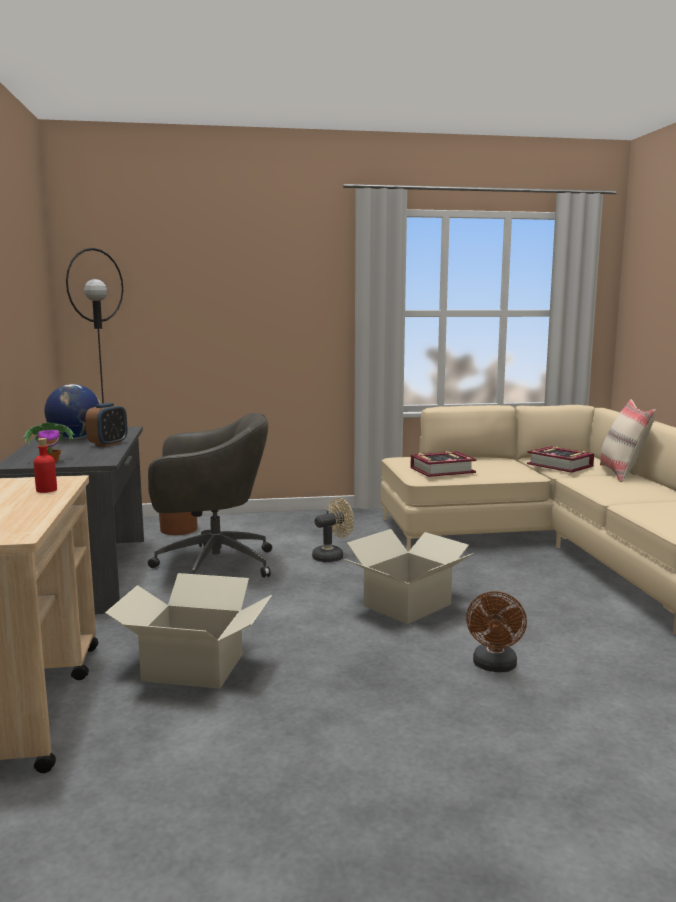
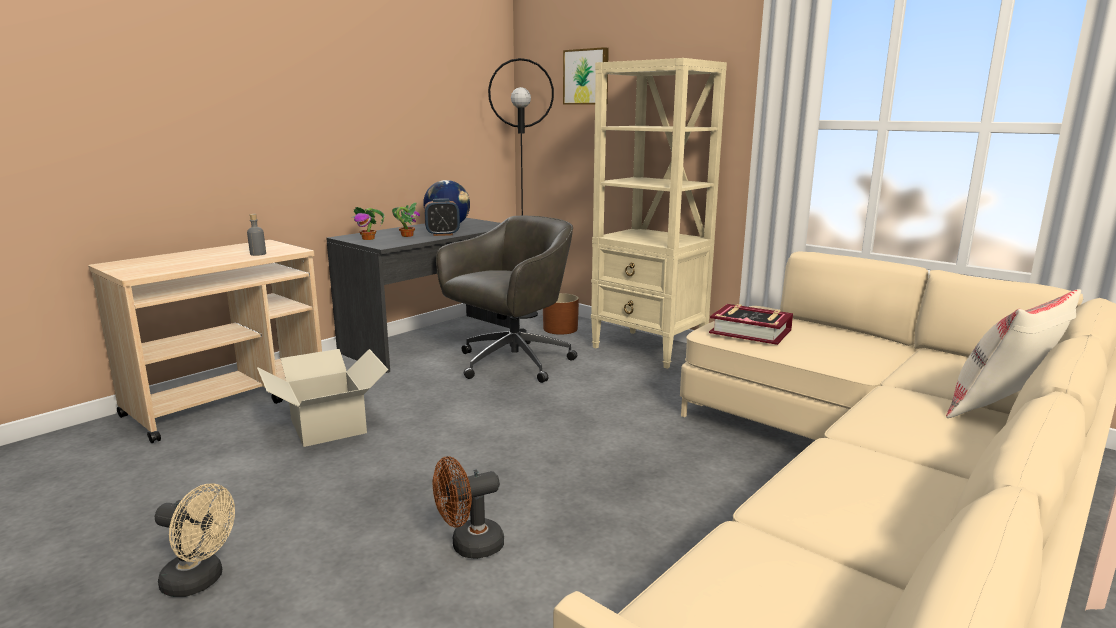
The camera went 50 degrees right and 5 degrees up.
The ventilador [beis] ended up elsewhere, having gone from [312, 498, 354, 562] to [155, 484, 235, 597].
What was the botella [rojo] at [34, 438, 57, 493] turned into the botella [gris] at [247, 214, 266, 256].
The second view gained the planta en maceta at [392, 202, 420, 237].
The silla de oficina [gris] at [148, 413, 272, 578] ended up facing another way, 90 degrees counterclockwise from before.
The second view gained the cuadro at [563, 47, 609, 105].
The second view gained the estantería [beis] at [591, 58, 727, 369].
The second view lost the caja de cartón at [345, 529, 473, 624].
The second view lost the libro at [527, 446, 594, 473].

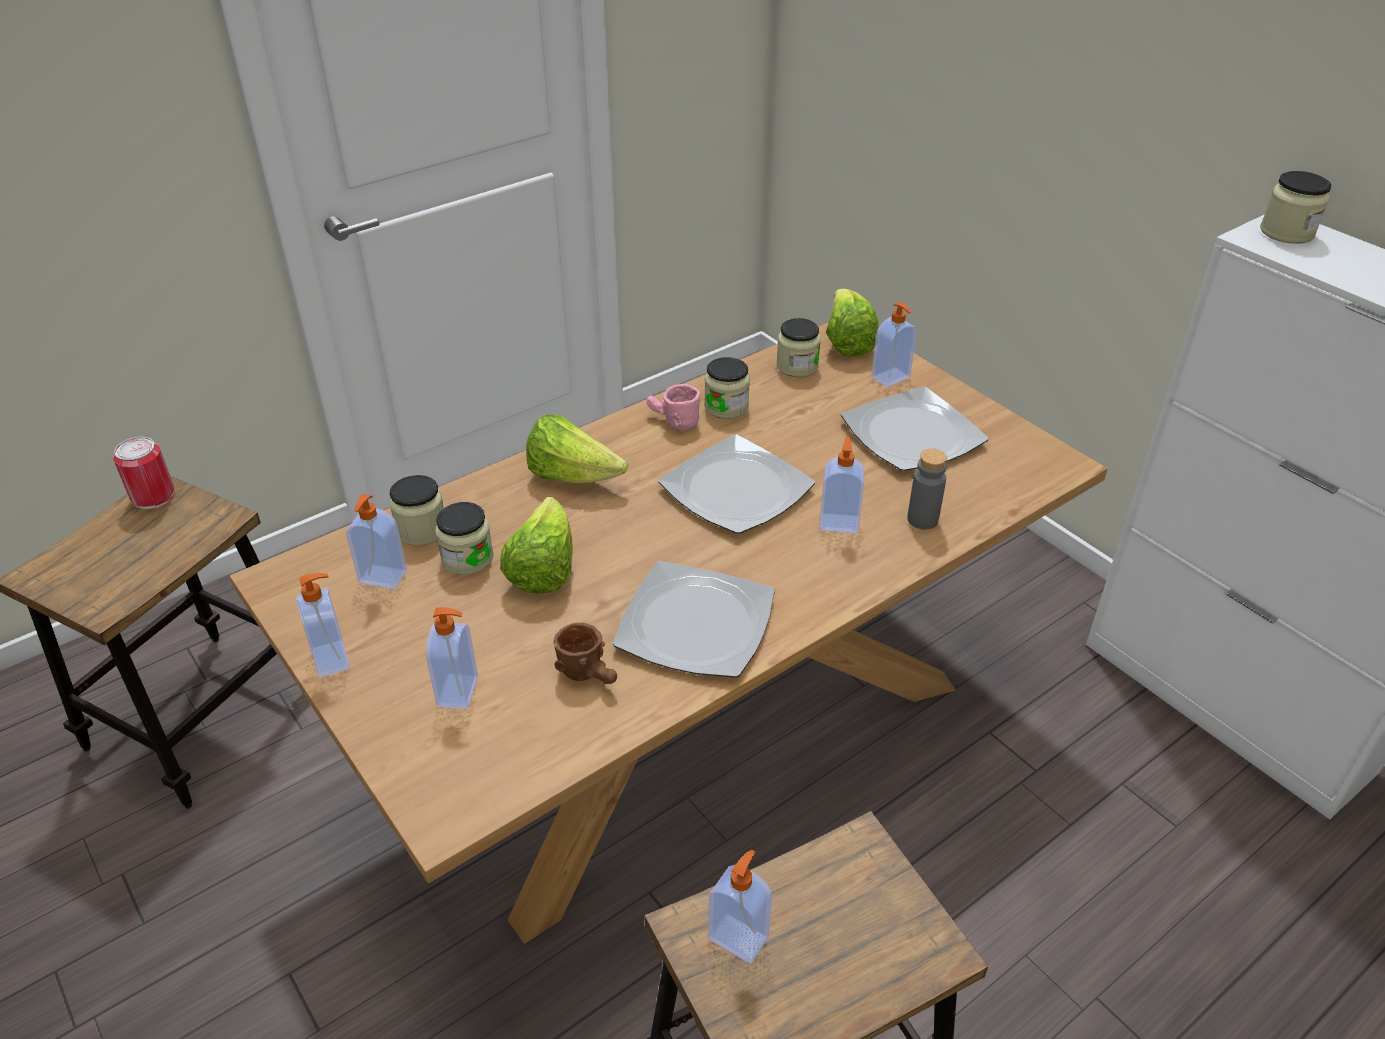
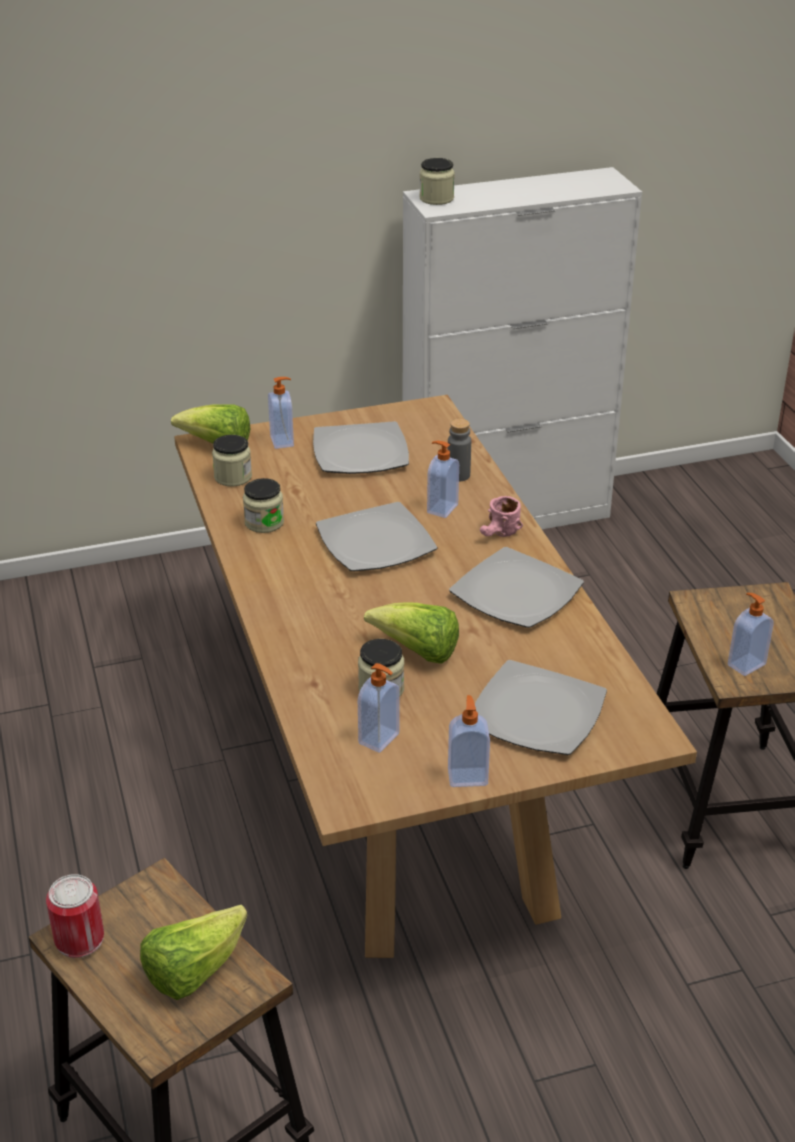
The camera went 70 degrees left and 5 degrees down.
The lechuga ended up elsewhere, having gone from [526, 415, 628, 483] to [140, 905, 247, 1000].
Where the dispensador de jabón stood at [426, 607, 478, 709], the plato came to stand at [475, 660, 607, 755].
The taza grande [rosa] ended up elsewhere, having gone from [647, 384, 700, 431] to [480, 496, 523, 537].
The second view lost the tarro at [390, 475, 444, 546].
The second view lost the taza grande [marrón] at [554, 623, 617, 684].

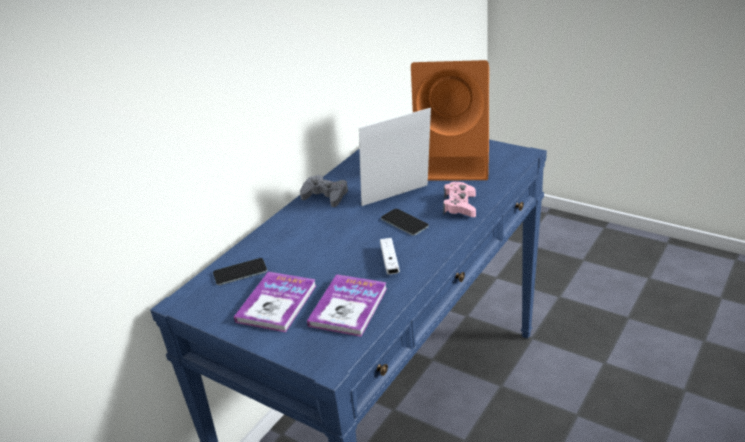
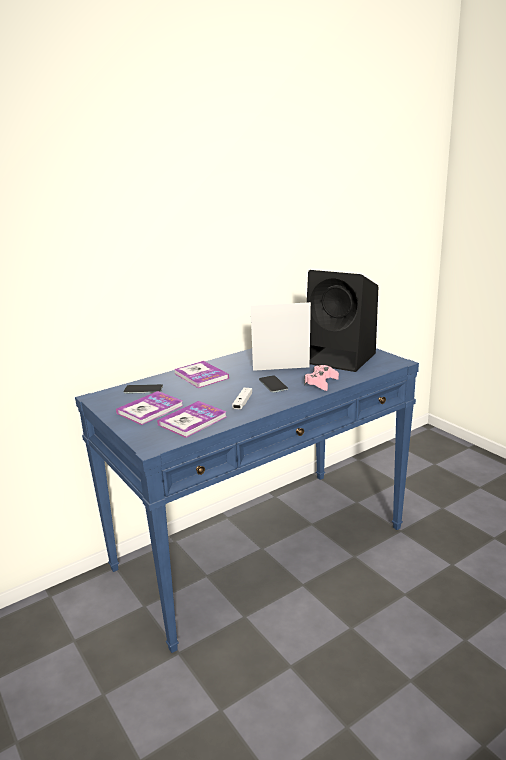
The camera went 20 degrees right and 10 degrees down.
The second view gained the libro at [174, 361, 229, 388].
What was the altavoz [naranja] at [411, 60, 489, 180] turned into the altavoz [negro] at [307, 270, 378, 372].
The second view lost the mando de consola [gris] at [300, 175, 348, 207].

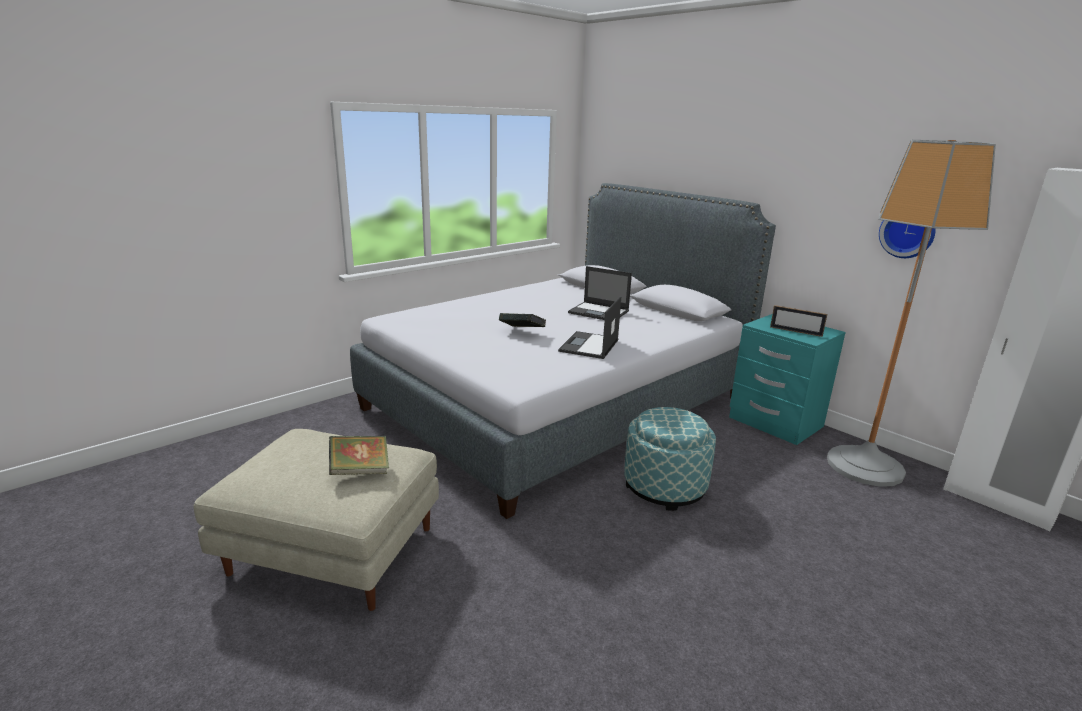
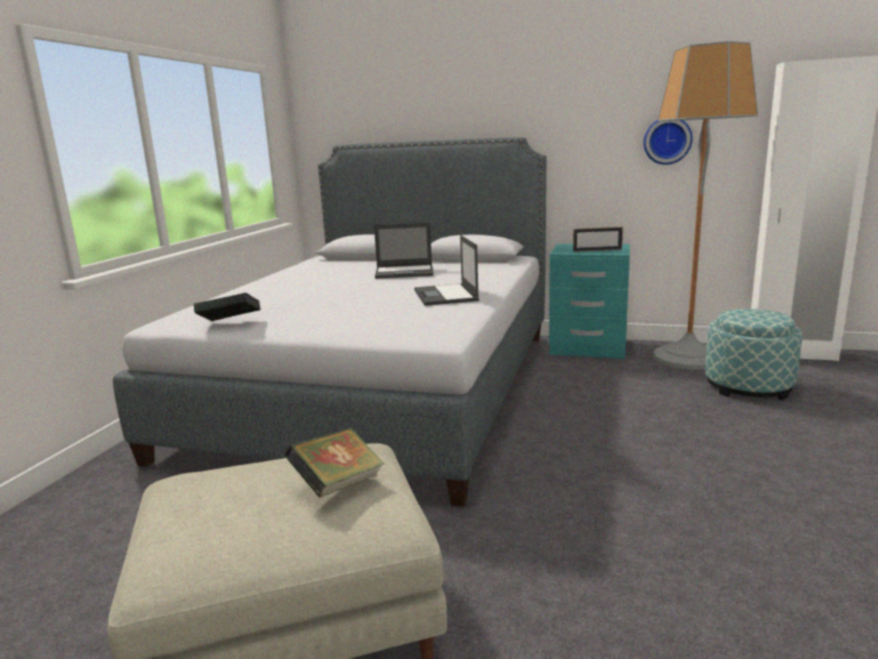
The camera went 30 degrees left and 5 degrees down.
The libro ended up elsewhere, having gone from [499, 313, 546, 327] to [194, 293, 261, 321].
The puf ended up elsewhere, having gone from [624, 407, 716, 511] to [705, 309, 803, 400].

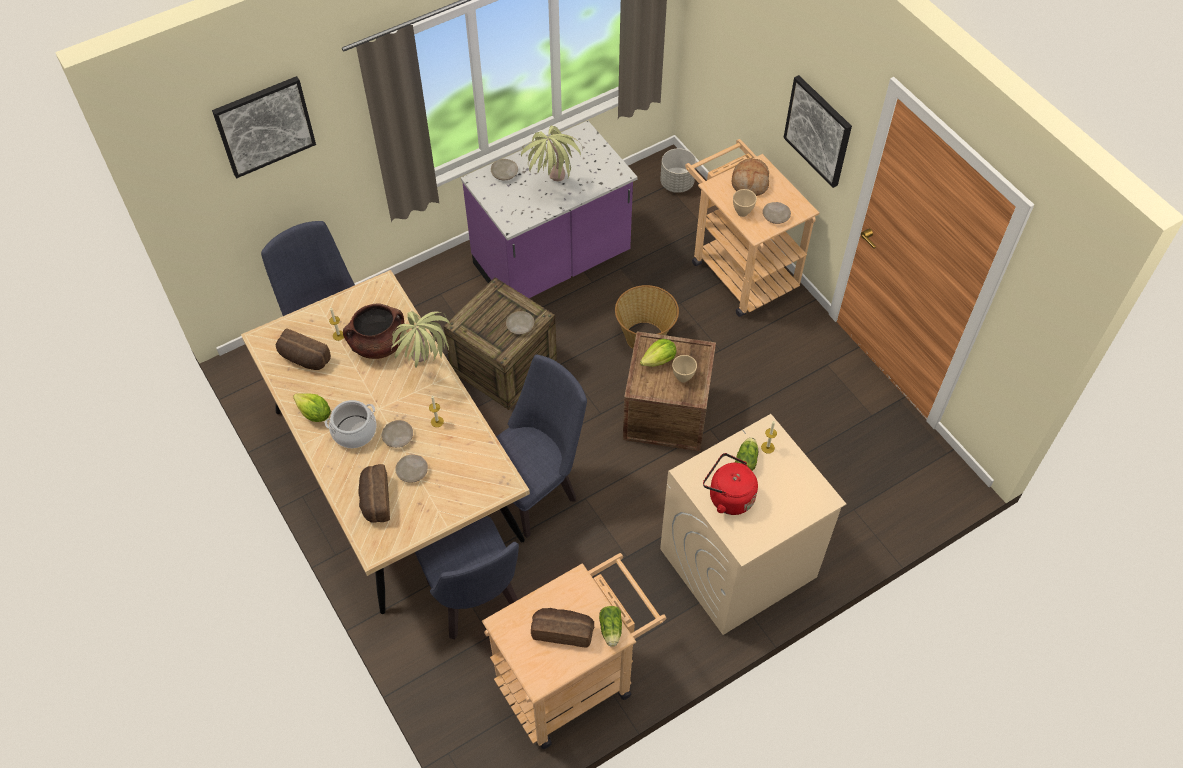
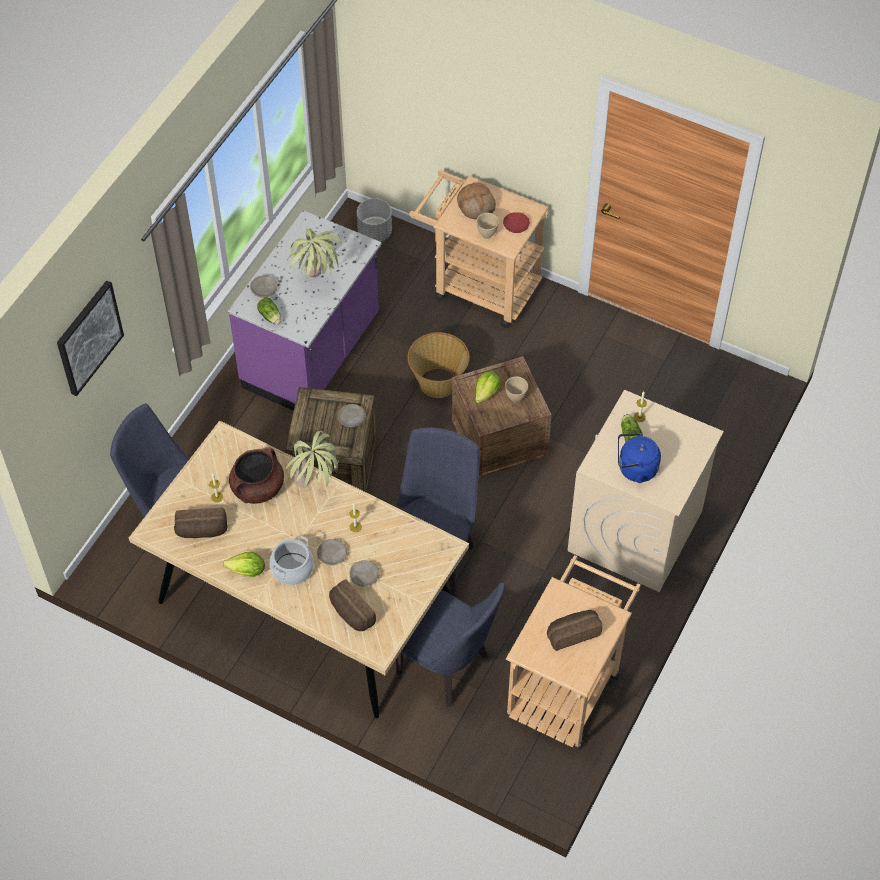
The camera went 30 degrees left and 0 degrees up.
The lechuga ended up elsewhere, having gone from [599, 606, 622, 647] to [257, 297, 281, 325].
What was the plato [beis] at [763, 202, 791, 224] turned into the plato [rojo] at [503, 212, 530, 233].
What was the hervidor [rojo] at [703, 453, 758, 515] turned into the hervidor [azul] at [618, 433, 661, 483].
The second view lost the cuadro at [783, 75, 852, 188].

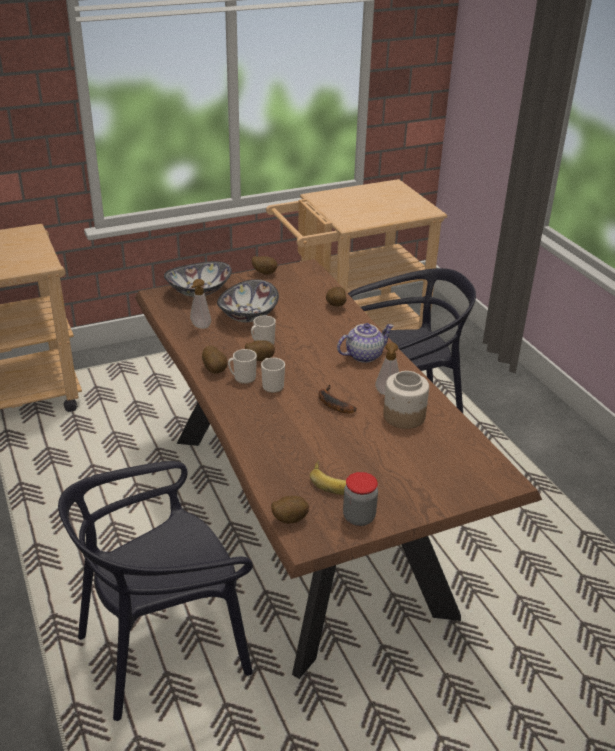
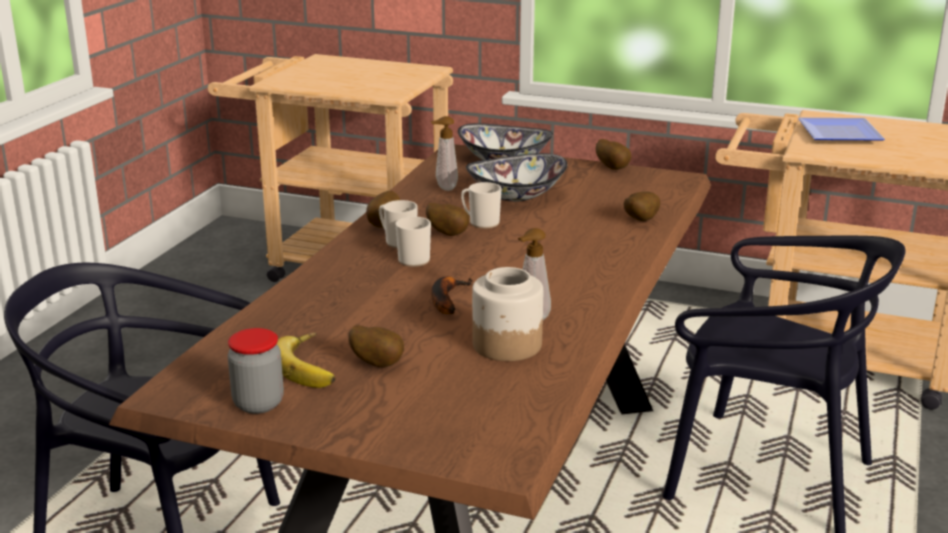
The camera went 45 degrees right and 10 degrees down.
The patata ended up elsewhere, having gone from [271, 496, 309, 523] to [348, 325, 404, 367].
The second view gained the plato at [798, 118, 885, 140].
The second view lost the tetera at [337, 323, 394, 363].

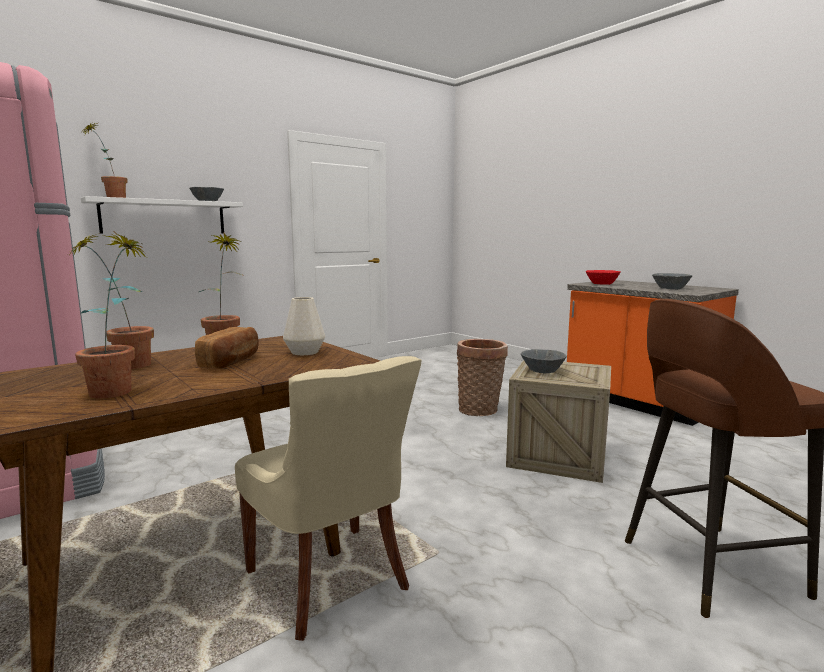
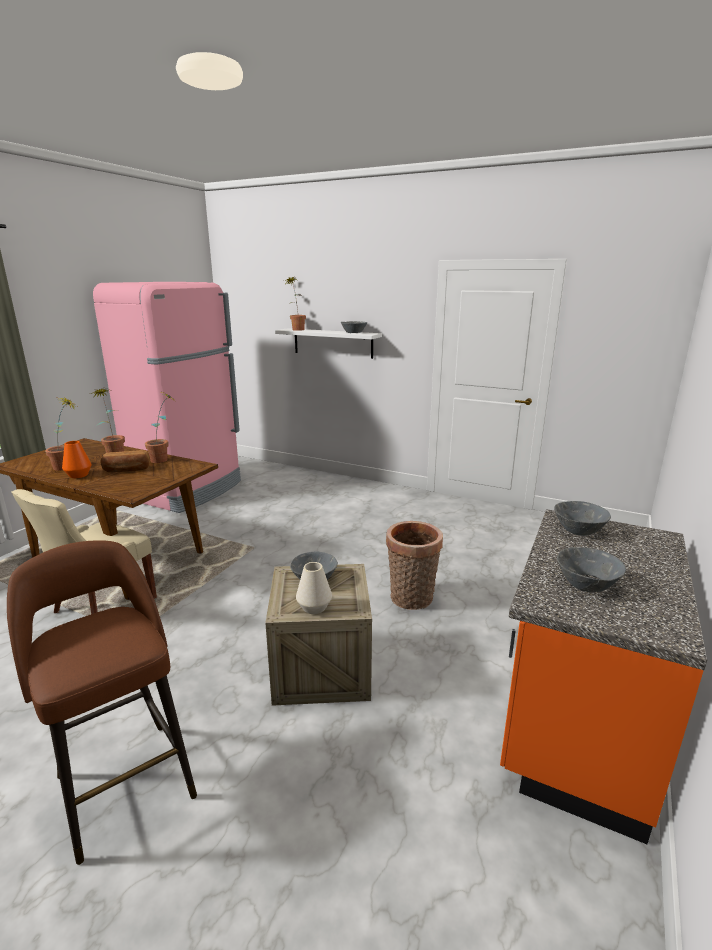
The camera went 65 degrees right and 10 degrees up.
The second view gained the florero [naranja] at [62, 441, 92, 478].
The florero [blanco] ended up elsewhere, having gone from [283, 297, 325, 355] to [296, 562, 332, 614].
What was the cuenco [rojo] at [586, 270, 621, 285] turned into the cuenco [gris] at [554, 501, 611, 536].

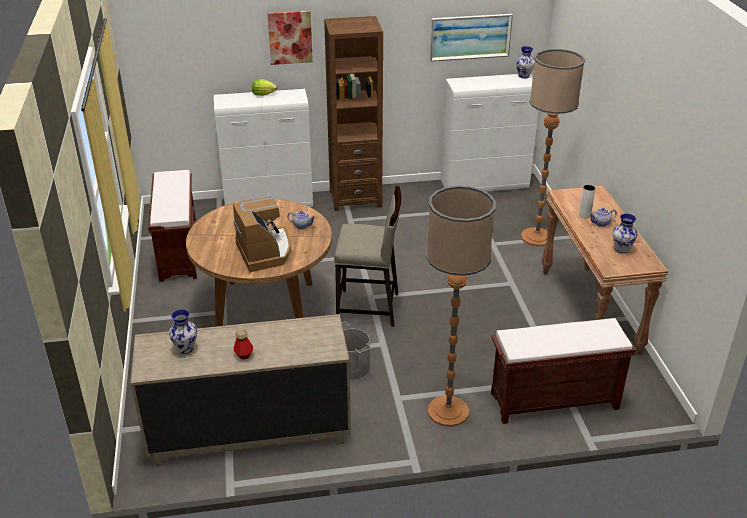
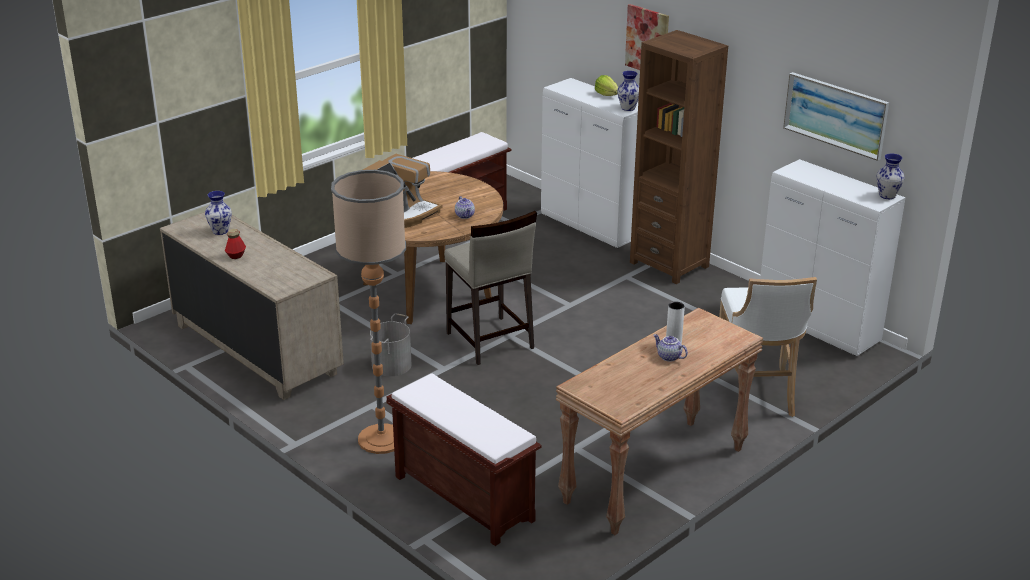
The camera went 55 degrees right and 5 degrees down.
The florero ended up elsewhere, having gone from [613, 214, 637, 253] to [617, 71, 639, 111].
Where the lámpara de pie stood at [521, 49, 585, 246], the taburete [blanco] came to stand at [719, 277, 817, 417].

